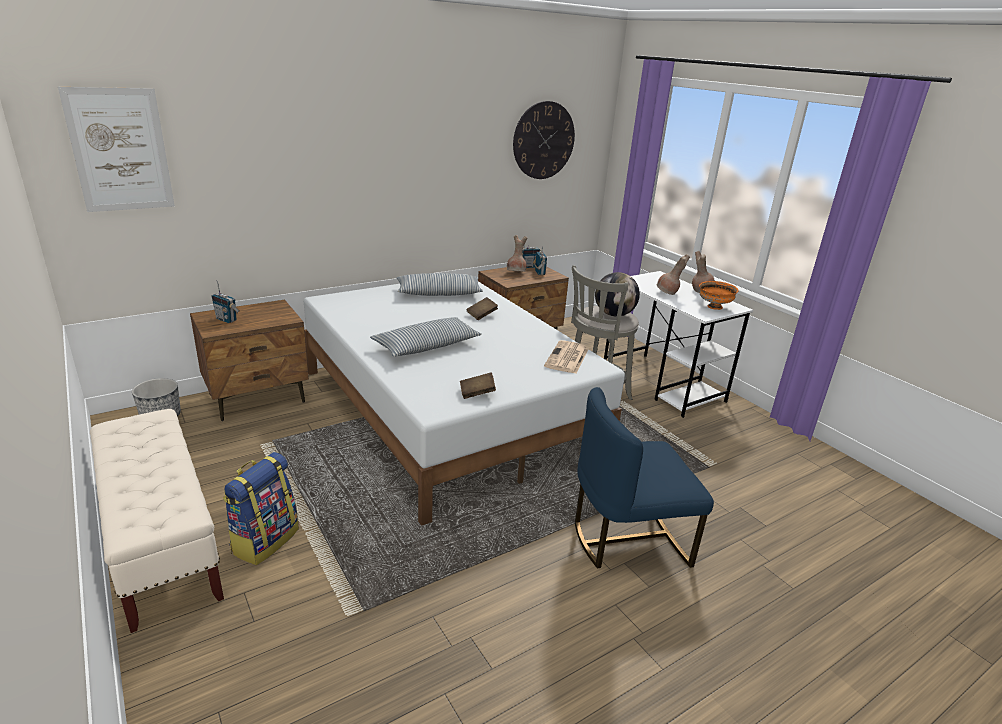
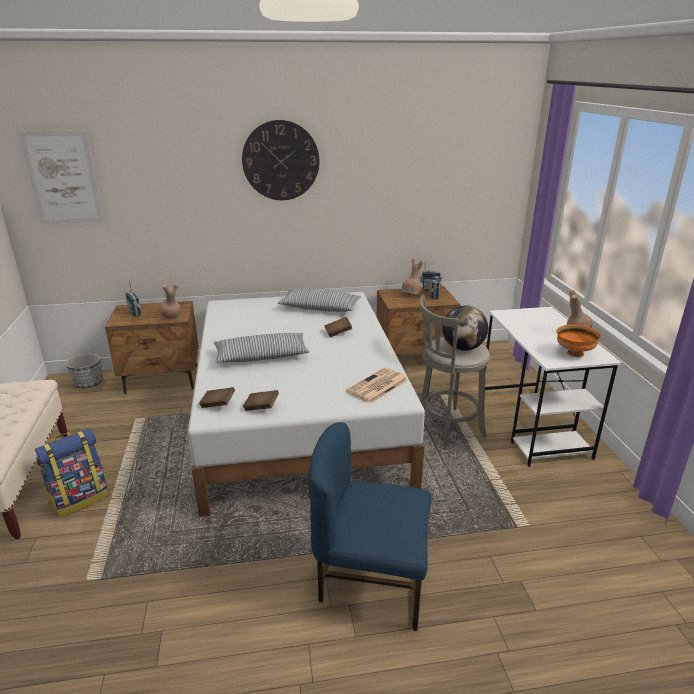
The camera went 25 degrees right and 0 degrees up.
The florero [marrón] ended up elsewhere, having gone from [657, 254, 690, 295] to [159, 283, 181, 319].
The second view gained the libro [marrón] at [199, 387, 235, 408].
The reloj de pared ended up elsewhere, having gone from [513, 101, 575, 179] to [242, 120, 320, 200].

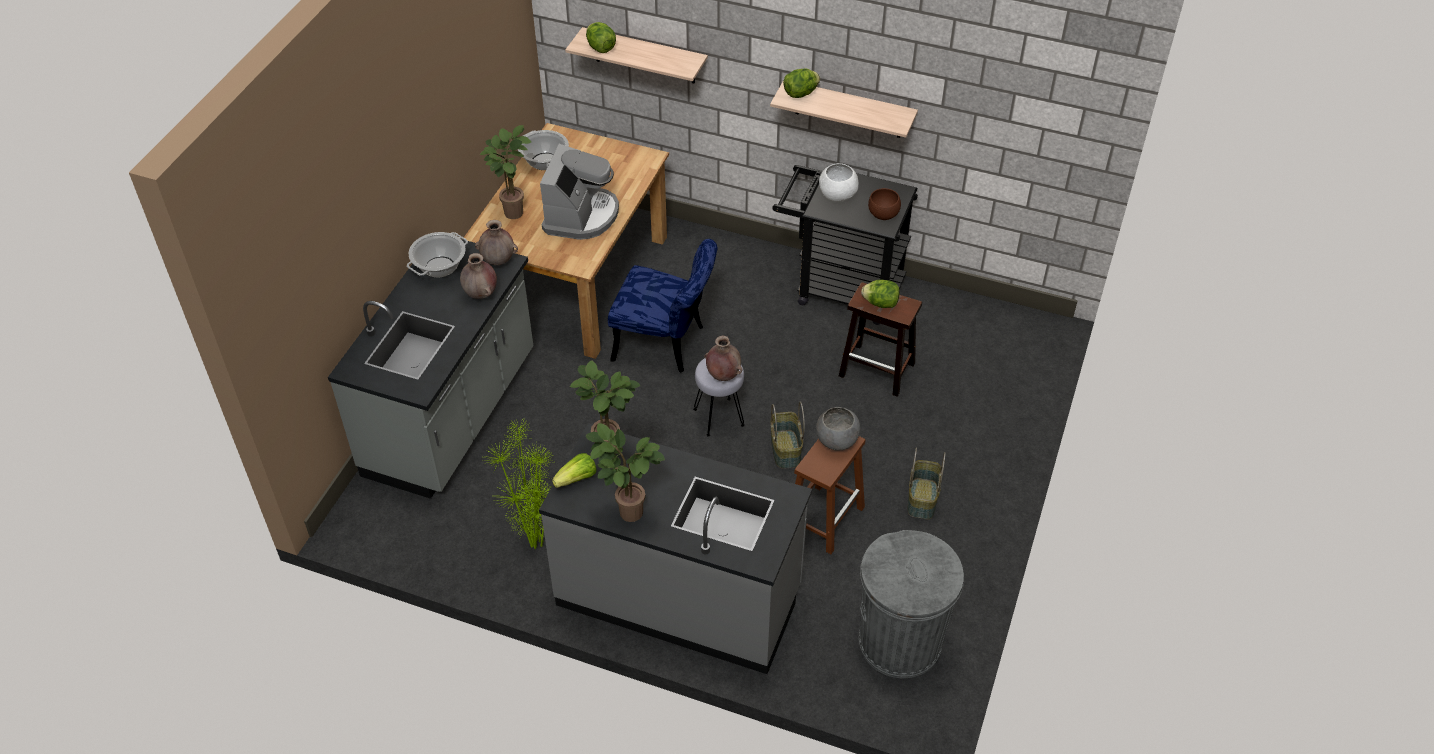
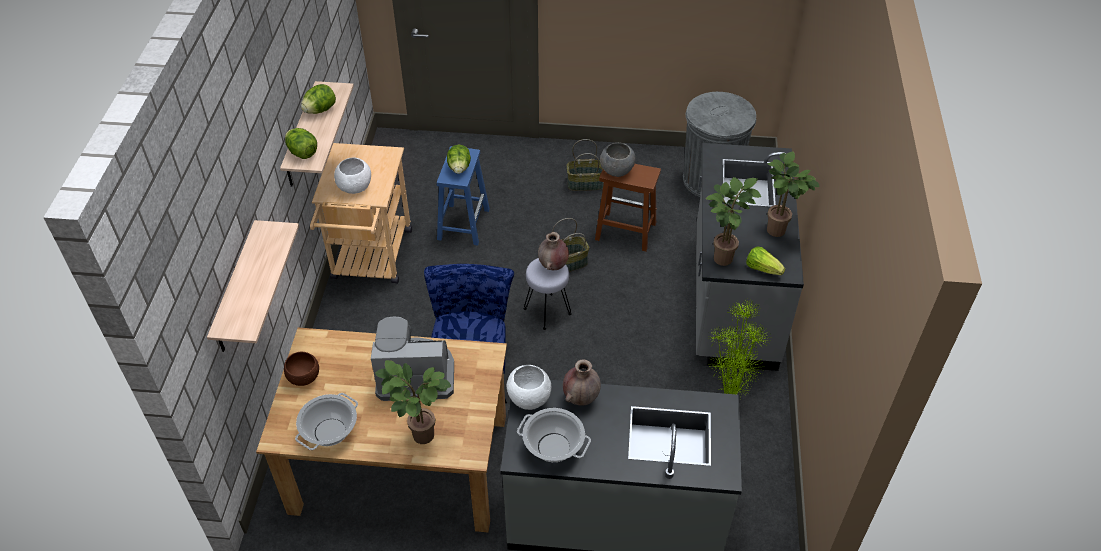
The camera went 105 degrees left and 0 degrees up.
The cuenco [marrón] ended up elsewhere, having gone from [868, 188, 901, 220] to [284, 352, 319, 386].
The lechuga ended up elsewhere, having gone from [586, 22, 616, 53] to [301, 84, 336, 114].
What was the carrito [negro] at [772, 165, 918, 325] turned into the carrito [beis] at [310, 143, 412, 284].
What was the taburete [marrón] at [839, 282, 922, 397] turned into the taburete [azul] at [437, 146, 490, 246].
Where the florero [marrón] stood at [475, 220, 518, 265], the cuenco [blanco] came to stand at [507, 365, 551, 410].

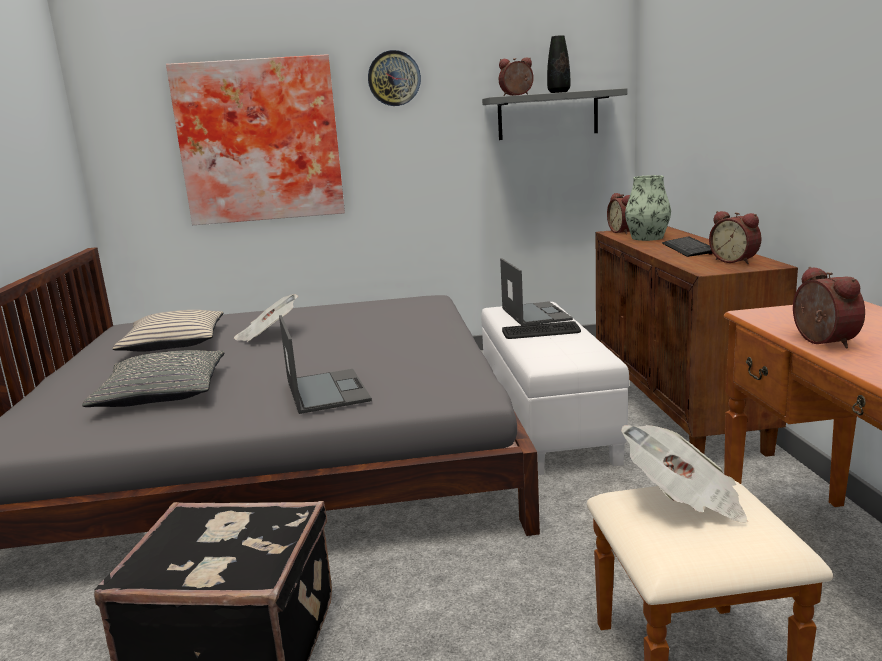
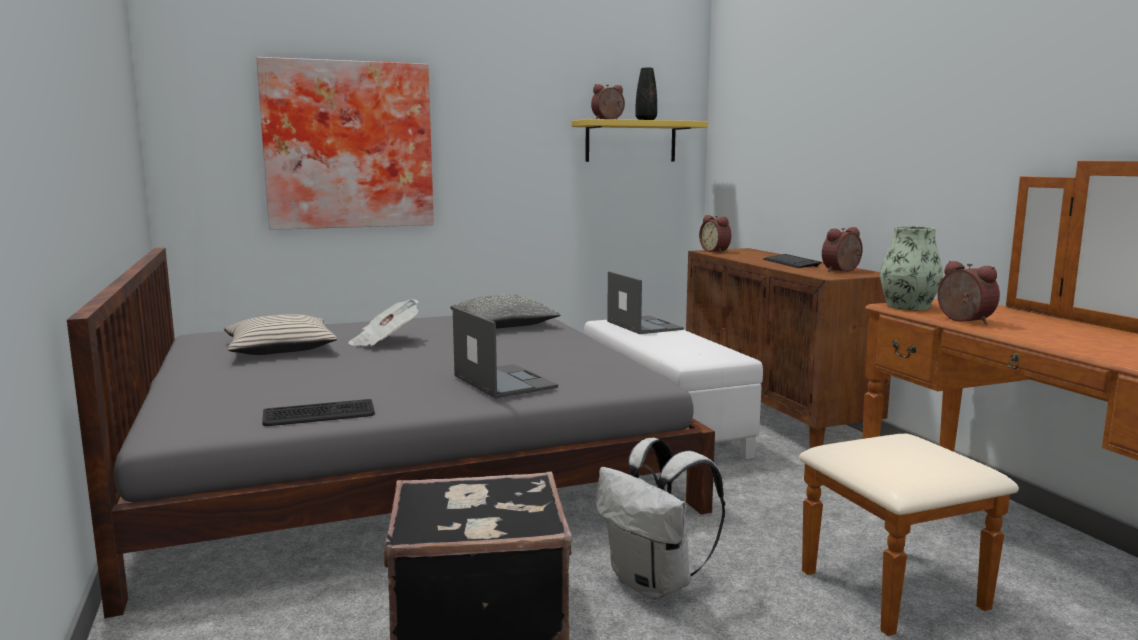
The camera went 15 degrees left and 5 degrees down.
The teclado ended up elsewhere, having gone from [502, 321, 581, 339] to [262, 399, 375, 426].
The cojín [gris] ended up elsewhere, having gone from [82, 350, 224, 407] to [450, 294, 560, 329].
What was the estante [gris] at [482, 88, 627, 140] turned into the estante [amarillo] at [572, 119, 708, 162].
The second view gained the mochila [blanco] at [596, 438, 726, 600].
The despertador at [709, 211, 761, 264] ended up facing another way, 105 degrees clockwise from before.
The florero ended up elsewhere, having gone from [625, 175, 671, 241] to [880, 226, 943, 310].
The second view lost the reloj de pared at [368, 50, 421, 106].
The second view lost the periódico at [621, 425, 748, 523].

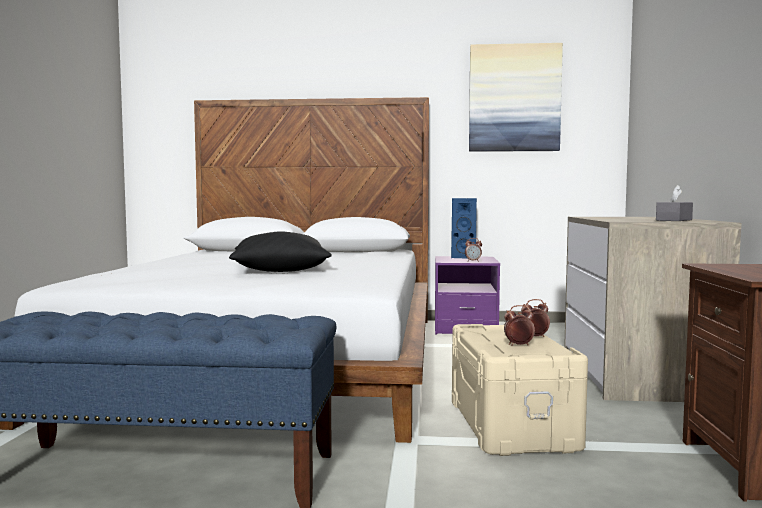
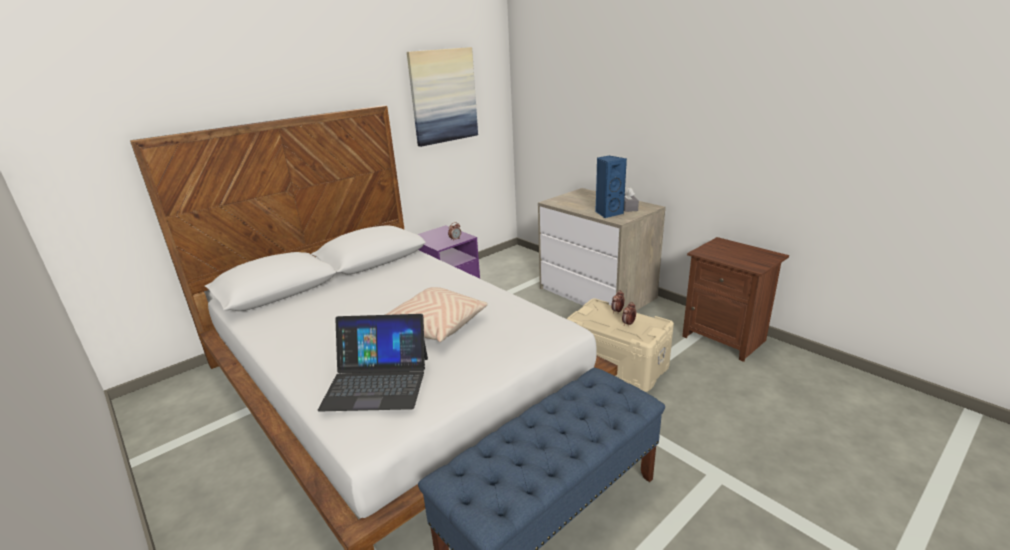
The camera went 45 degrees left and 20 degrees up.
The second view gained the portátil at [318, 314, 428, 412].
What was the cojín [negro] at [229, 231, 332, 272] turned into the cojín [beis] at [385, 287, 488, 342].
The altavoz [azul] ended up elsewhere, having gone from [451, 198, 477, 259] to [595, 155, 627, 218].

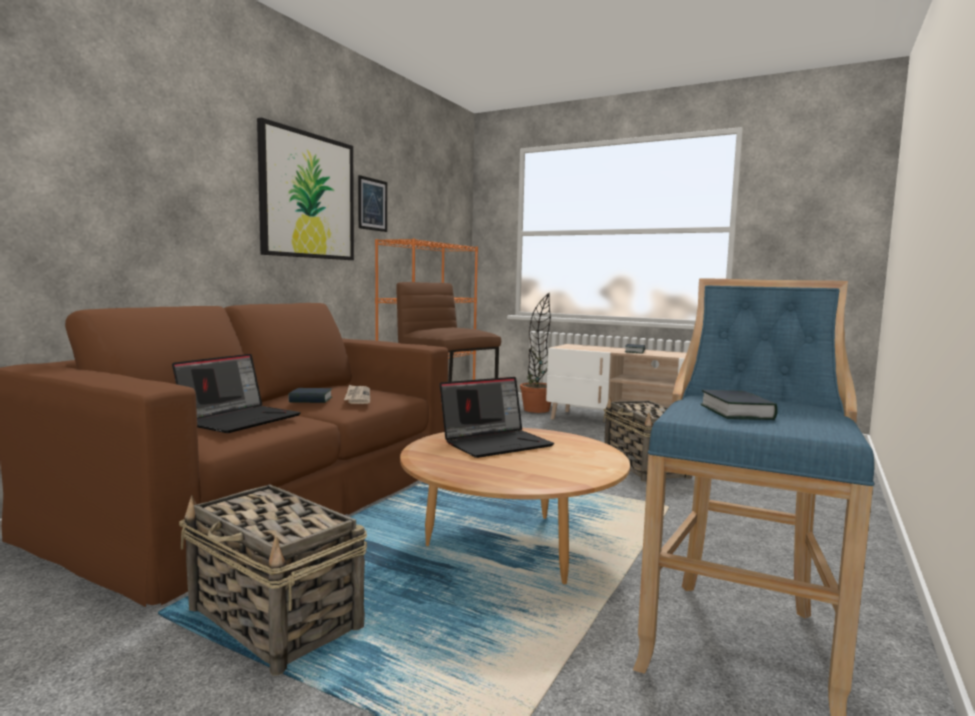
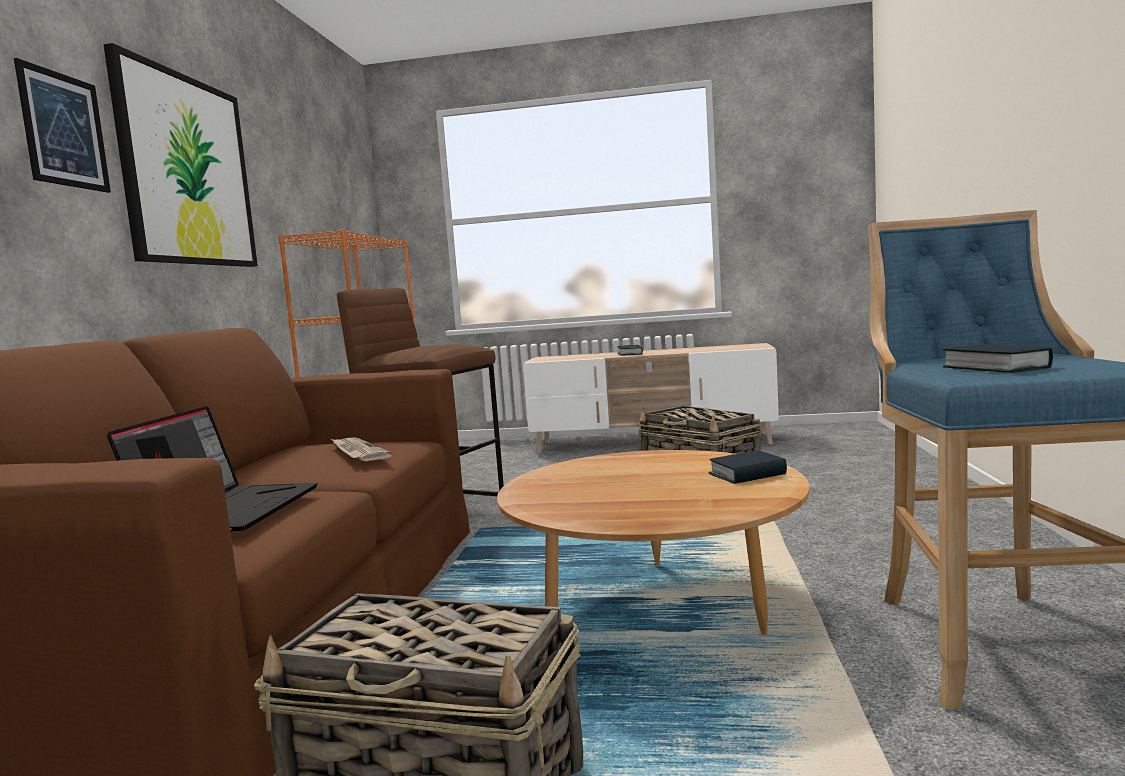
The camera went 20 degrees left and 0 degrees up.
The cuadro ended up elsewhere, having gone from [358, 175, 387, 232] to [14, 58, 111, 193].
The libro ended up elsewhere, having gone from [288, 388, 332, 403] to [709, 450, 787, 484].
The second view lost the portátil at [440, 377, 554, 458].
The second view lost the planta en maceta at [520, 293, 551, 413].

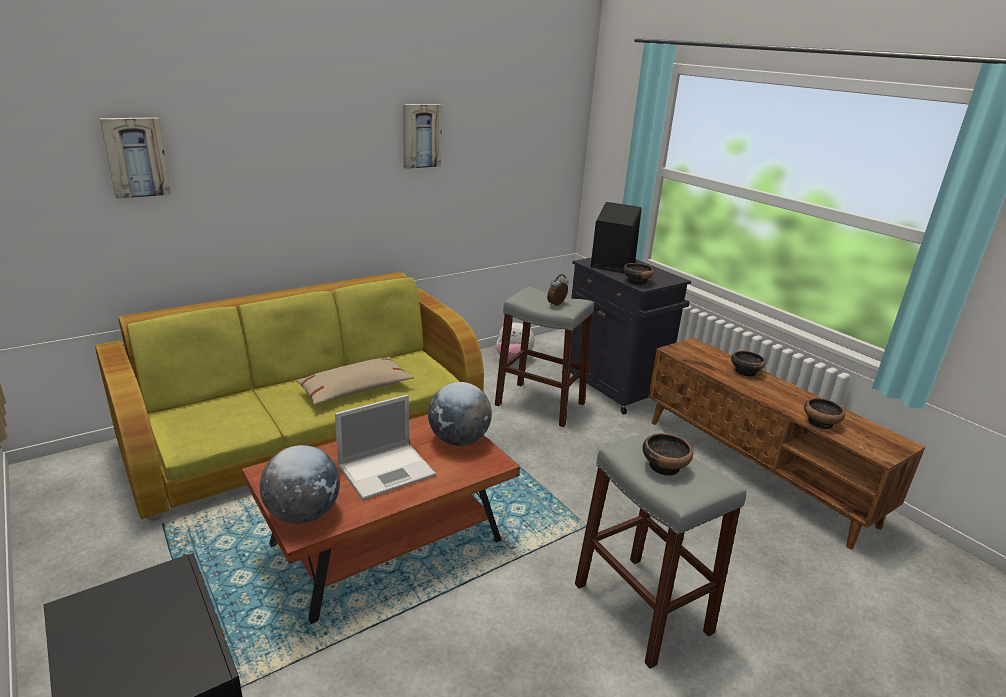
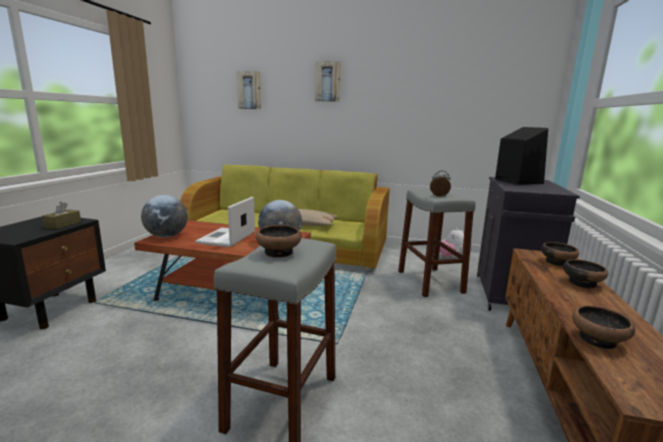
The camera went 50 degrees right and 10 degrees down.
The second view gained the caja de pañuelos [marrón] at [42, 202, 81, 229].
The portátil at [335, 395, 436, 500] ended up facing another way, 90 degrees clockwise from before.
The cuadro ended up elsewhere, having gone from [403, 104, 442, 169] to [315, 61, 341, 102].
The cuenco ended up elsewhere, having gone from [623, 263, 654, 285] to [541, 242, 579, 267].

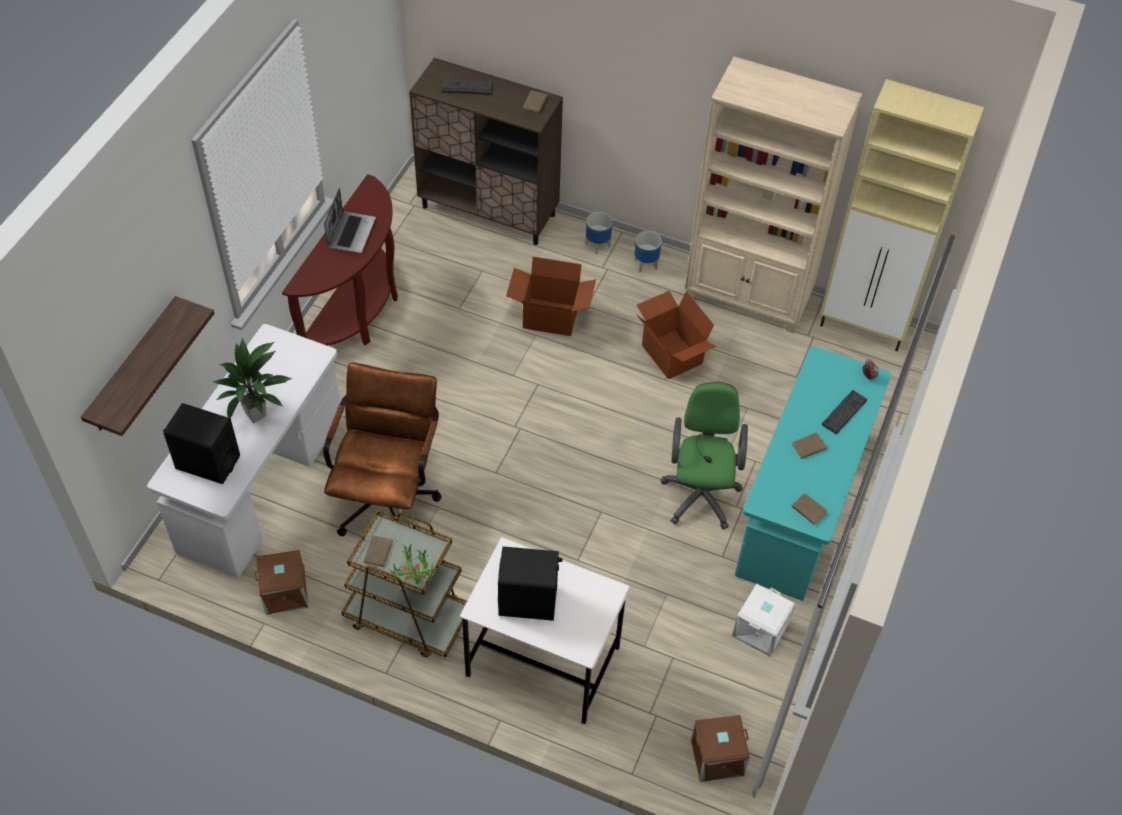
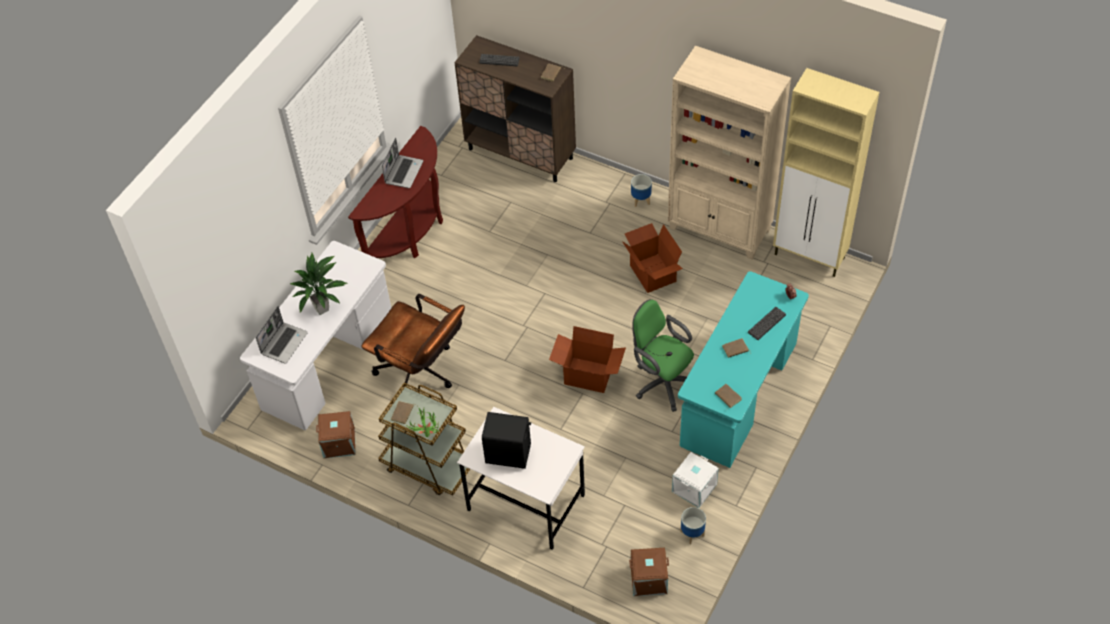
The camera went 10 degrees right and 0 degrees up.
Where the altavoz [negro] stood at [163, 403, 240, 484], the portátil came to stand at [256, 306, 308, 363].
The silla de oficina [marrón] at [323, 363, 442, 537] ended up facing another way, 105 degrees clockwise from before.
The caja de cartón ended up elsewhere, having gone from [506, 257, 596, 336] to [549, 326, 626, 393].
The silla de oficina [verde] at [660, 382, 748, 529] ended up facing another way, 60 degrees counterclockwise from before.
The maceta ended up elsewhere, having gone from [585, 212, 612, 255] to [680, 507, 706, 544].
The second view lost the estante at [81, 296, 214, 436].

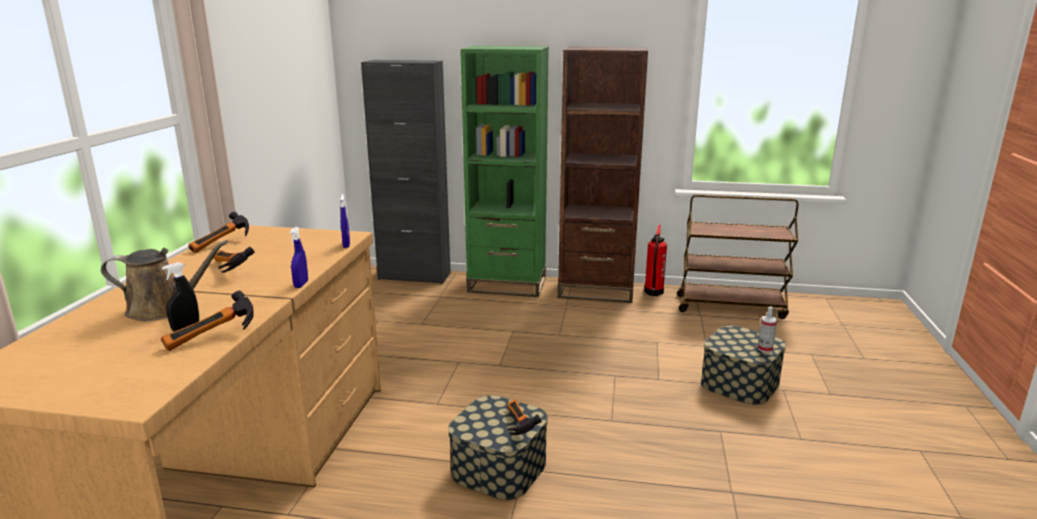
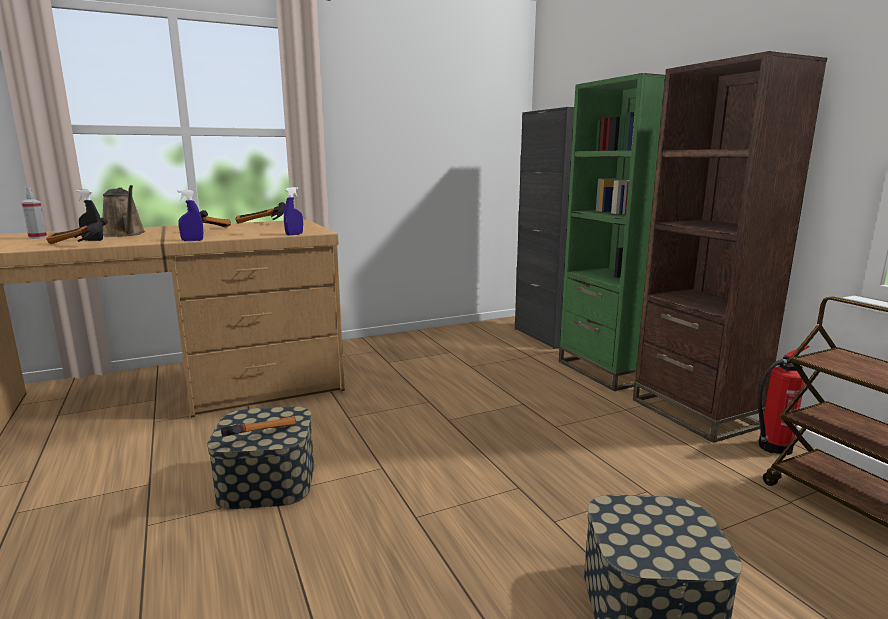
The camera went 55 degrees right and 5 degrees down.
The pulverizador ended up elsewhere, having gone from [757, 307, 777, 353] to [21, 188, 47, 239].

